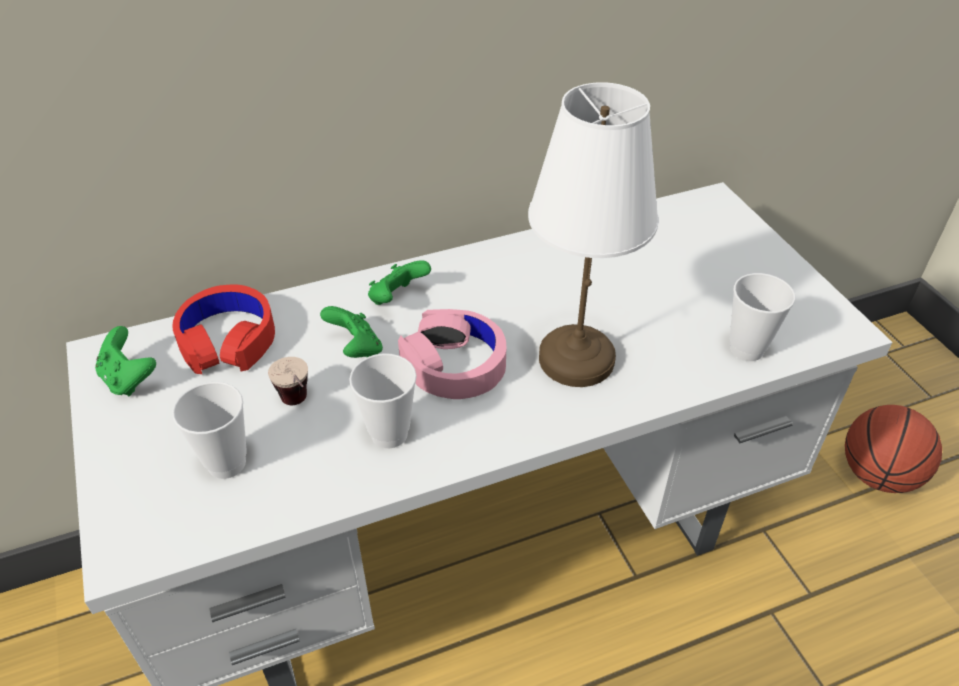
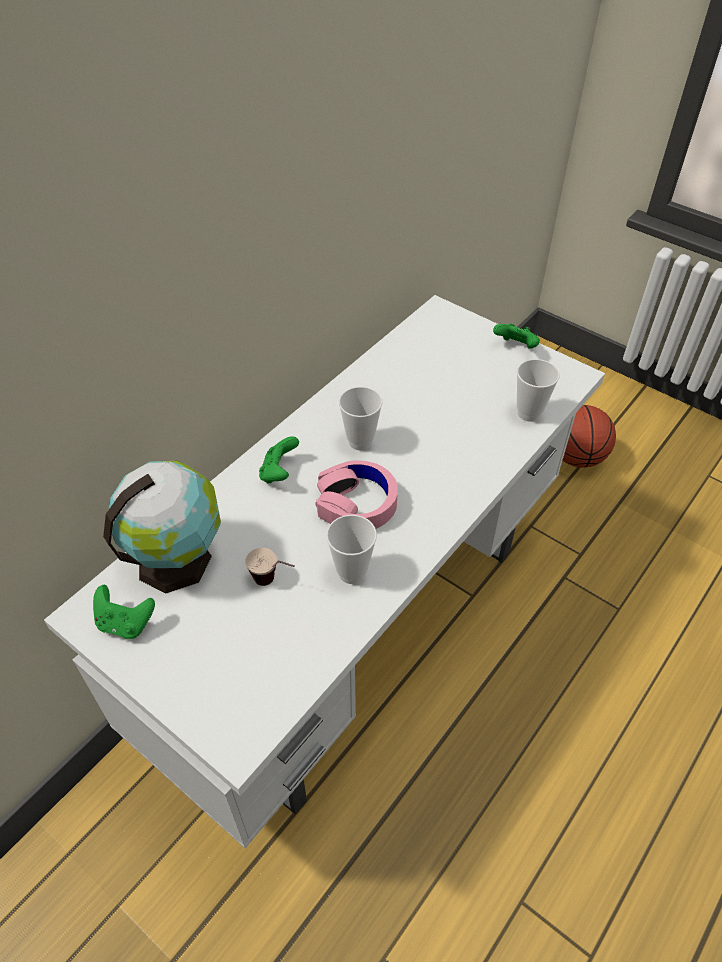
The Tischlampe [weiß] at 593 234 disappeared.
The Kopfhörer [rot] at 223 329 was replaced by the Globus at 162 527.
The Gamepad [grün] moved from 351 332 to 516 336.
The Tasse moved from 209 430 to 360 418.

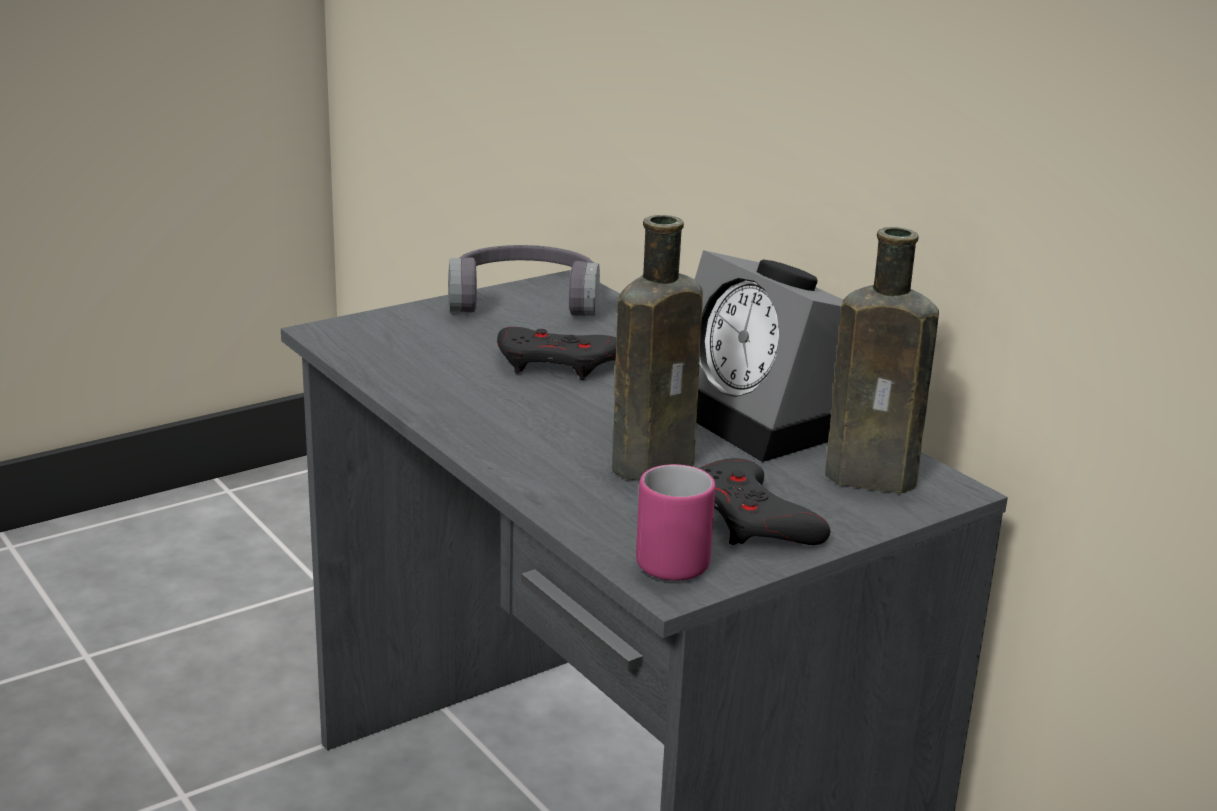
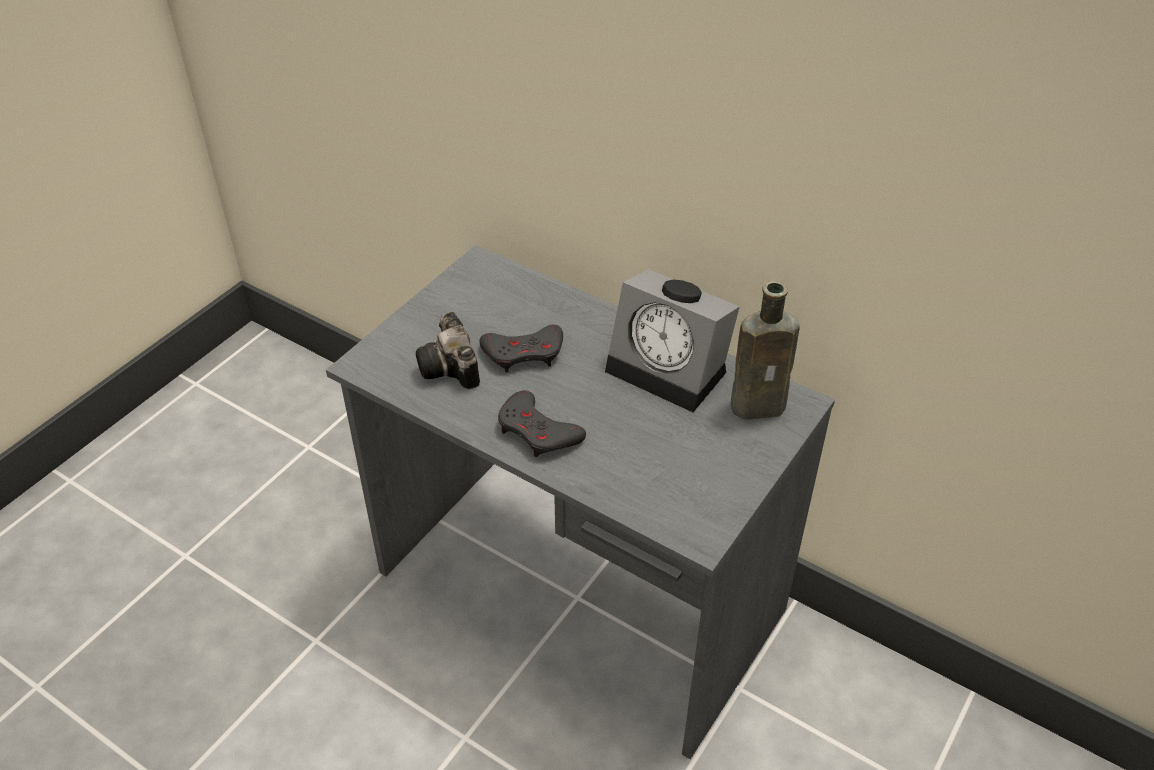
The Flasche [braun] at 658 348 disappeared.
The Kopfhörer [grau] at 524 280 disappeared.
The Gamepad [grau] moved from 764 501 to 542 423.
The Henkelbecher [rosa] at 676 522 disappeared.
The Kamera at 448 350 appeared.

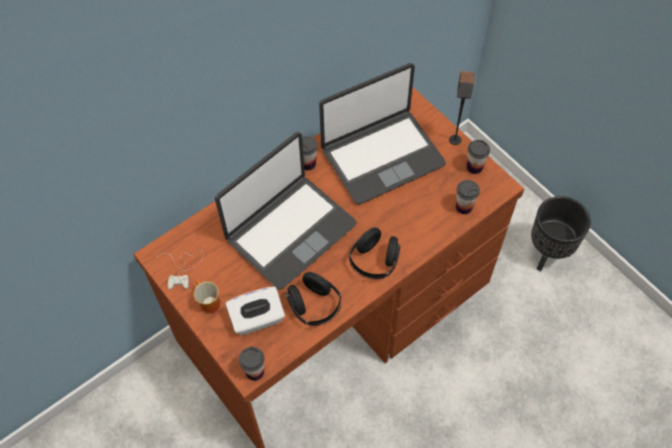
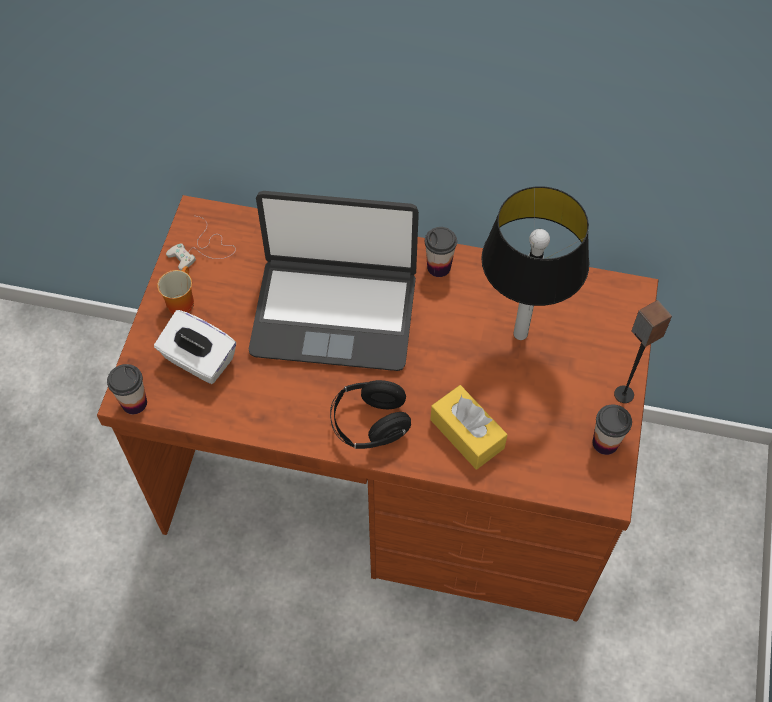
The Laptop at 382 133 was replaced by the Tischlampe at 535 263.
The Tasse at 468 197 disappeared.
The Pflanzkübel [schwarz] at 561 233 disappeared.
The Kopfhörer [schwarz] at 313 299 disappeared.
The Taschentuchbox [gelb] at 468 427 appeared.

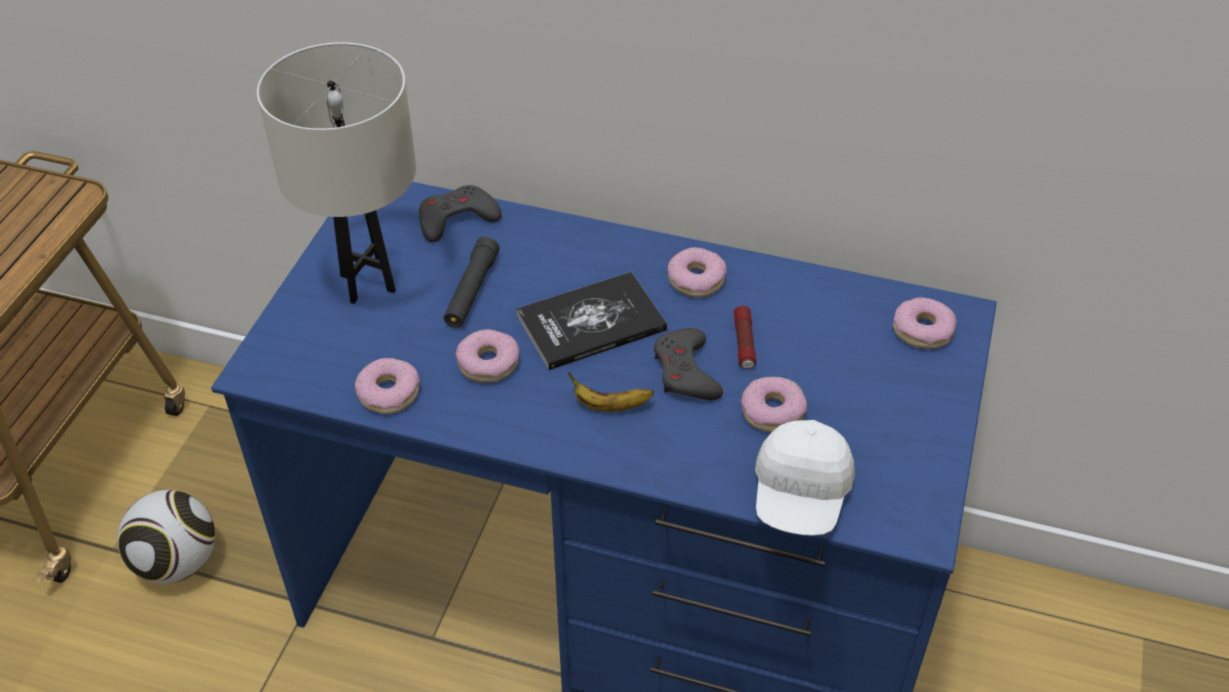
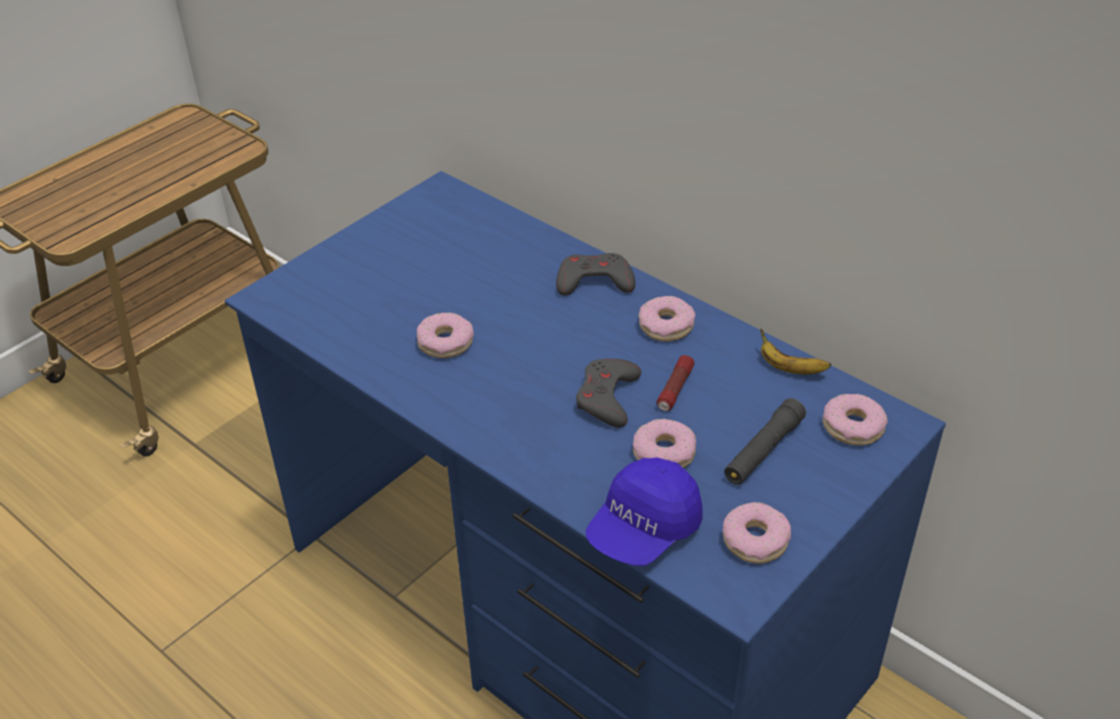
The Tischlampe [weiß] at 336 173 disappeared.
The Gamepad [grau] moved from 460 213 to 595 274.
The Taschenlampe [schwarz] moved from 472 282 to 765 441.
The Buch at 591 321 disappeared.
The Donut moved from 387 386 to 757 533.
The Banane moved from 611 392 to 795 351.
The Kappe [weiß] at 805 478 became the Kappe [blau] at 644 511.
The Fußball at 166 537 disappeared.

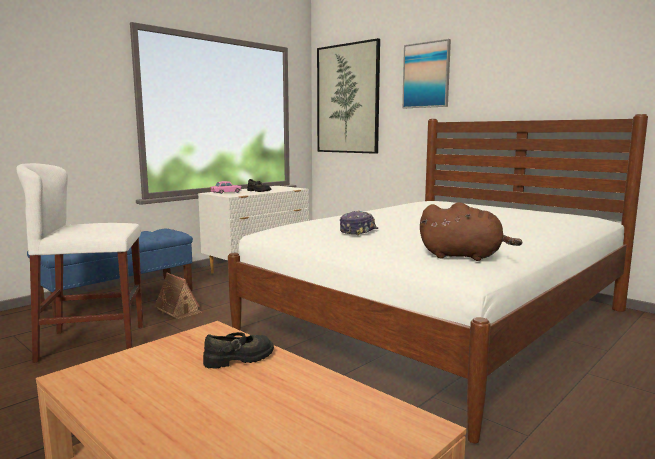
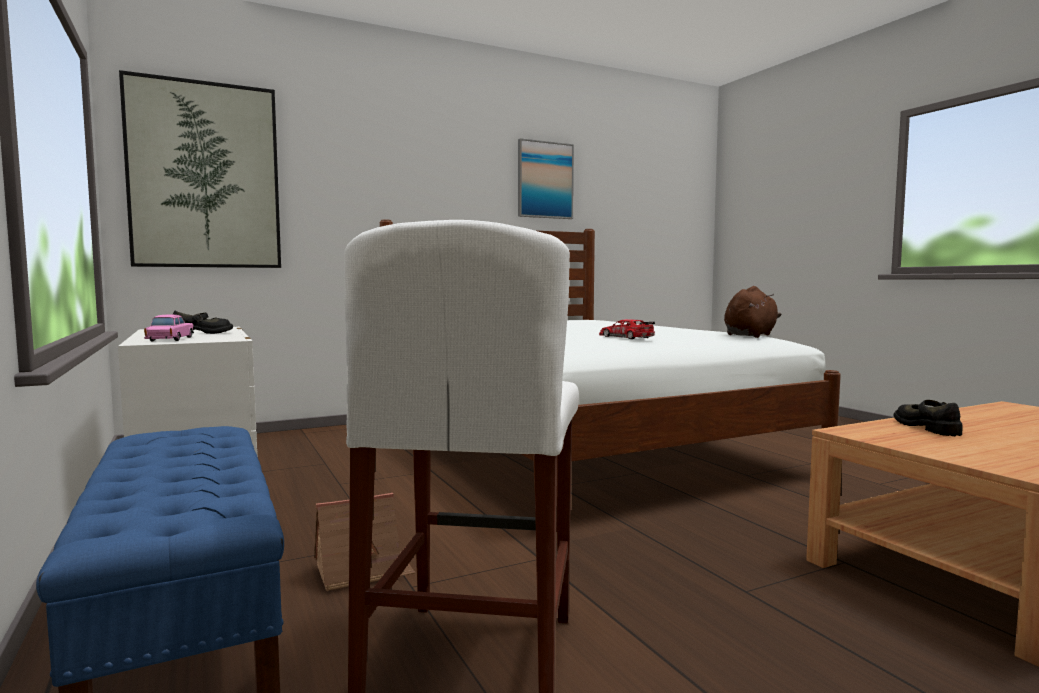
The Bild moved from 426 73 to 546 178.
The Kappe at 359 223 was replaced by the Spielzeugauto at 627 329.

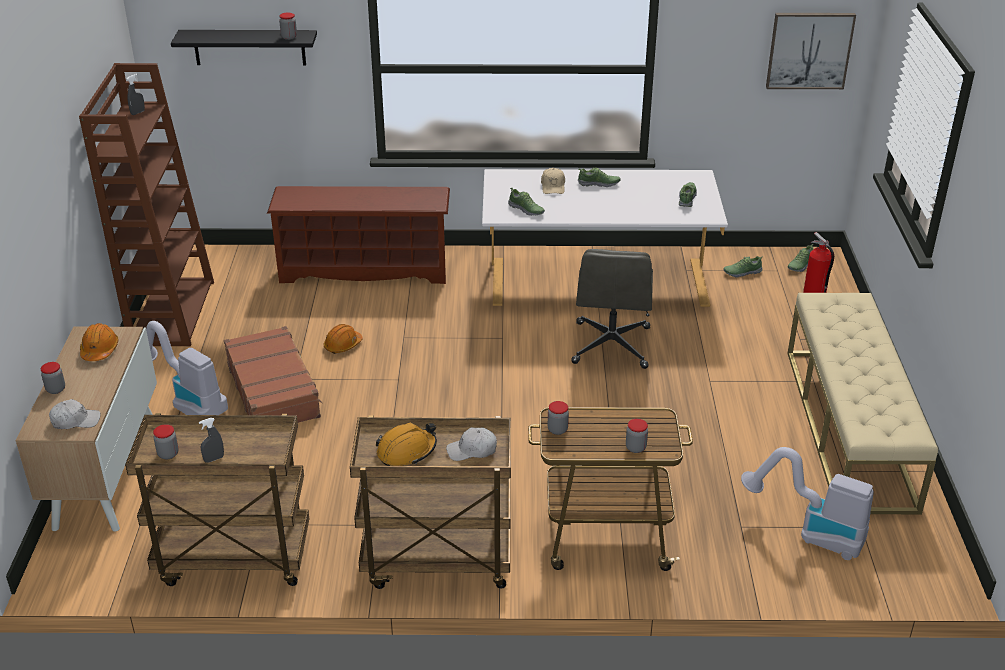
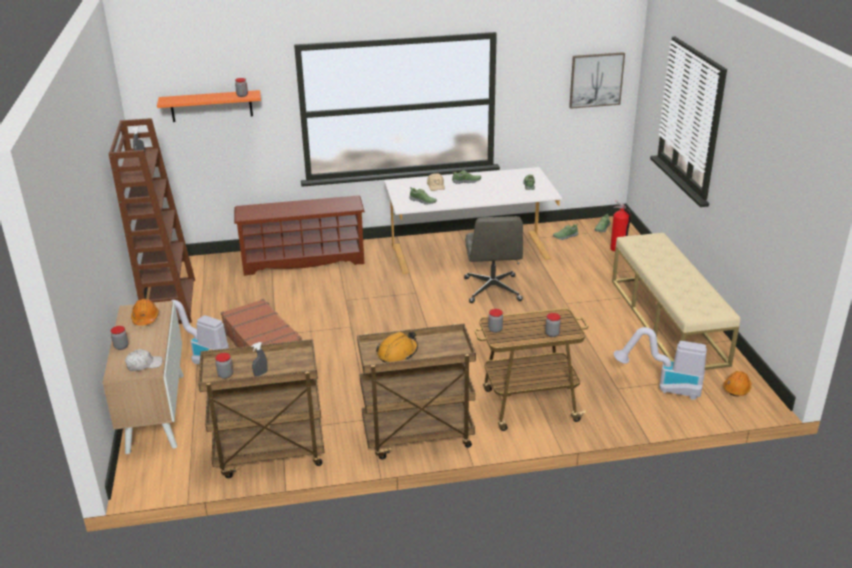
The Wandregal [schwarz] at 244 47 became the Wandregal [orange] at 209 106.
The Schutzhelm [orange] moved from 343 339 to 737 384.
The Kappe [weiß] at 471 444 disappeared.

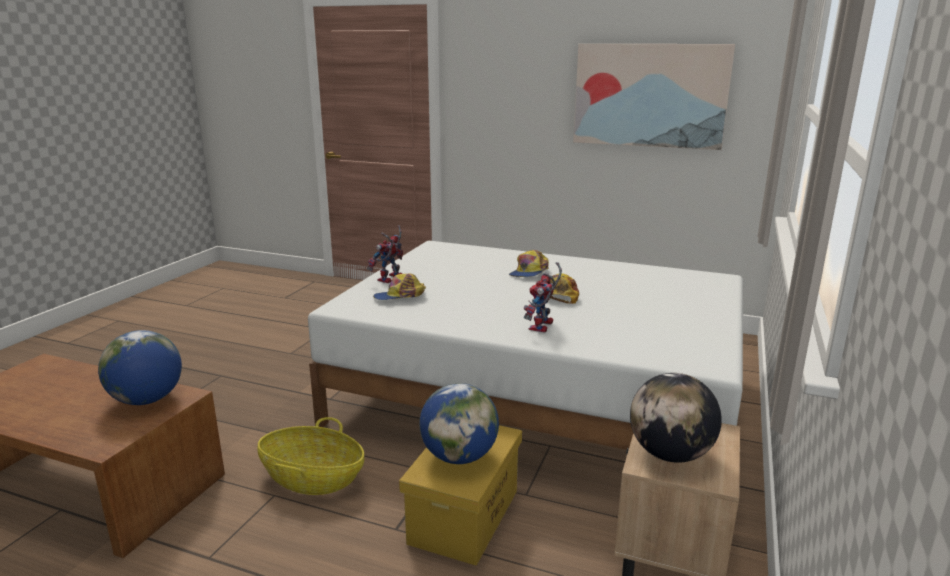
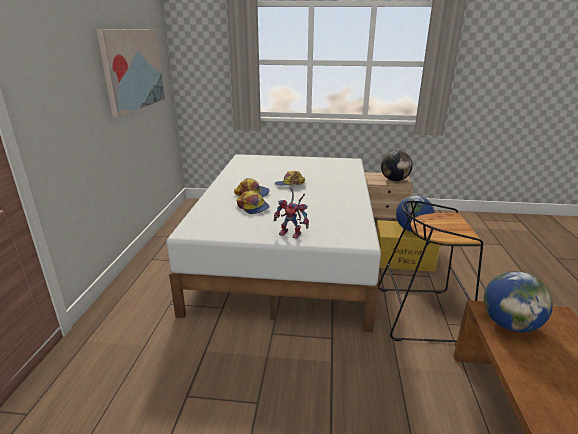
The Spielzeugroboter at 543 297 disappeared.
The Kappe moved from 399 287 to 252 202.
The Korb at 310 456 was replaced by the Hocker [schwarz] at 430 271.

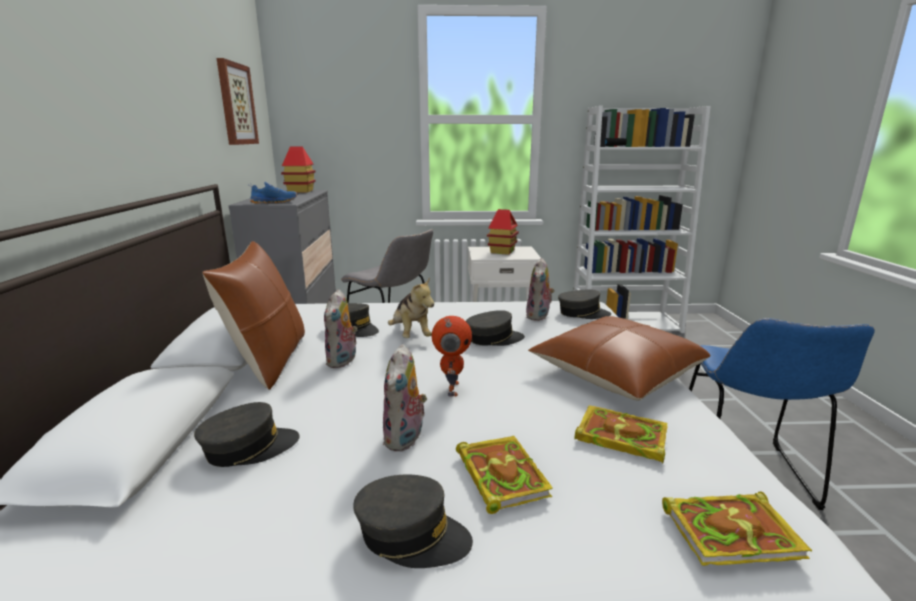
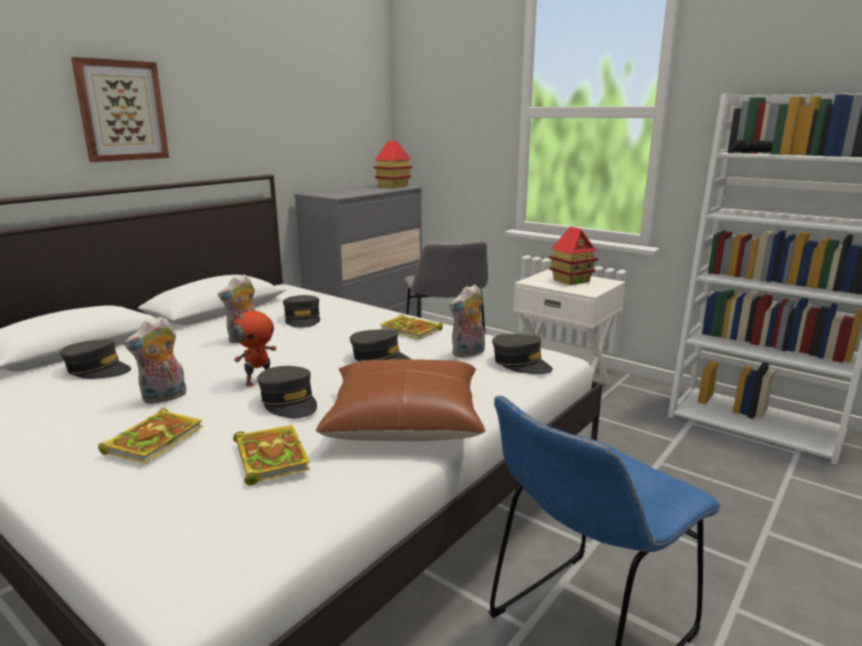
The Bild moved from 238 101 to 120 109.
The Schuh [blau] at 273 193 disappeared.
The Kissen [braun] at 253 315 disappeared.
The Plüschtier at 411 307 disappeared.
The Kappe [grau] moved from 413 521 to 287 392.
The Buch moved from 737 528 to 411 326.

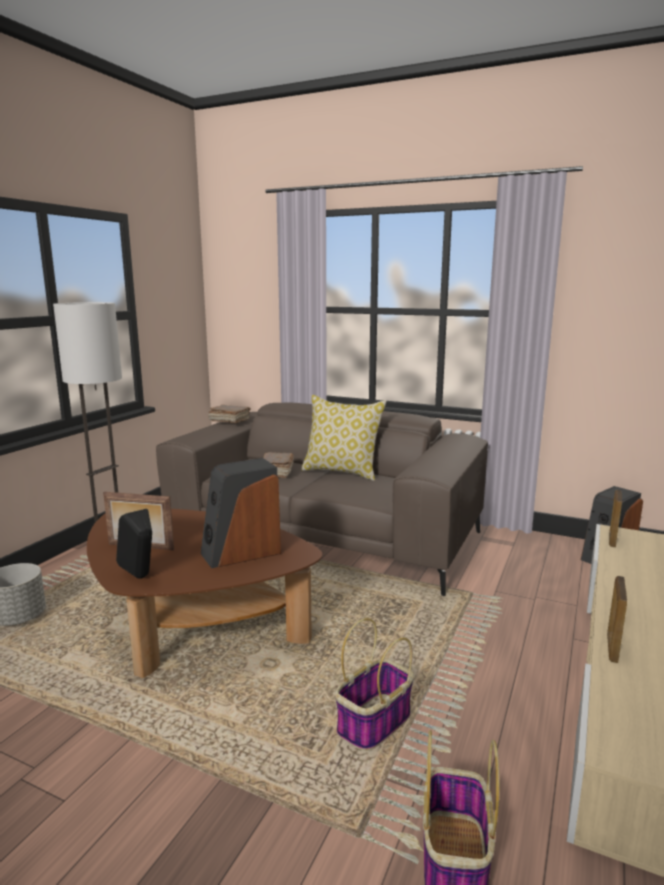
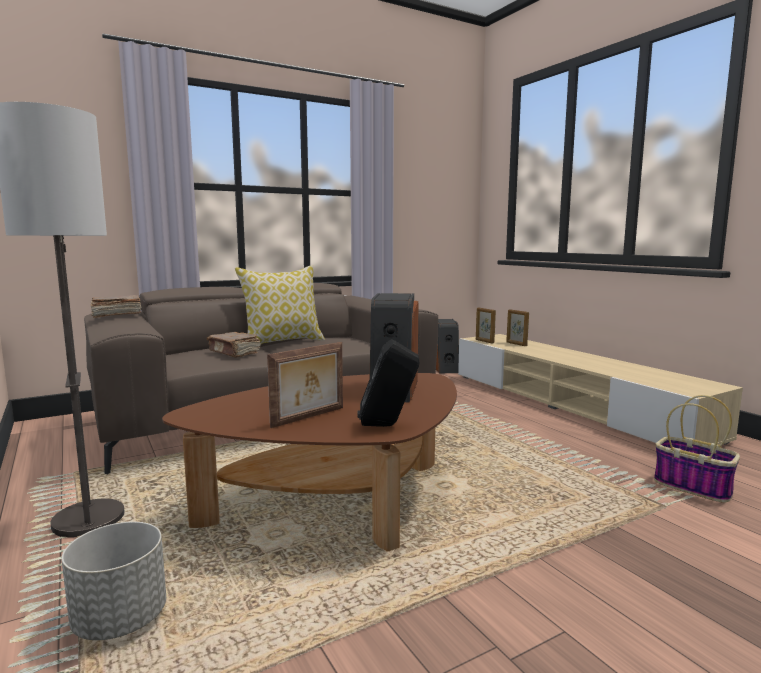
The Bilderrahmen moved from 617 619 to 517 327.
The Korb at 374 684 disappeared.

